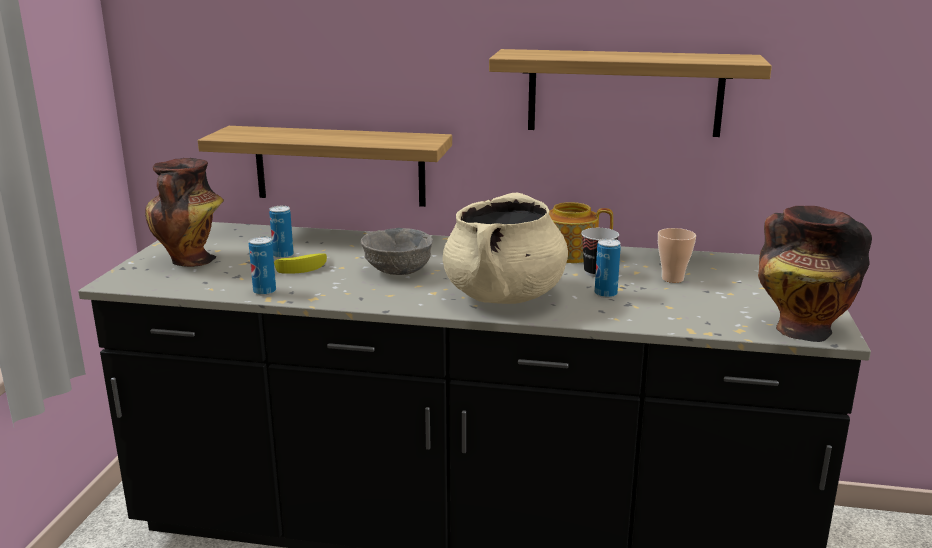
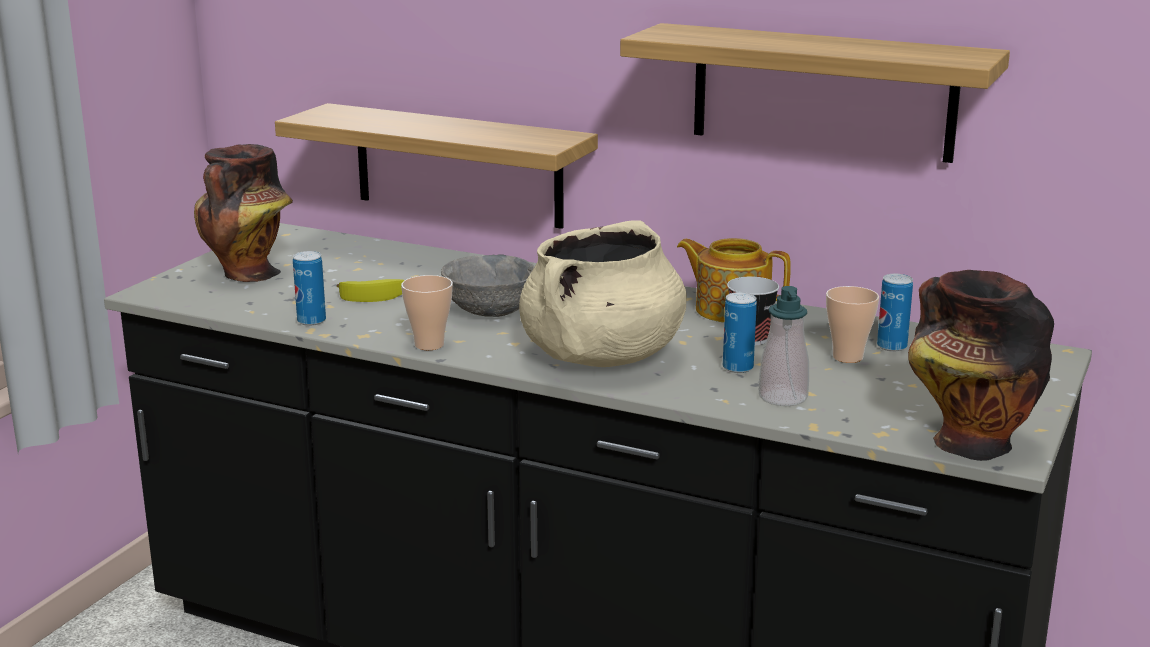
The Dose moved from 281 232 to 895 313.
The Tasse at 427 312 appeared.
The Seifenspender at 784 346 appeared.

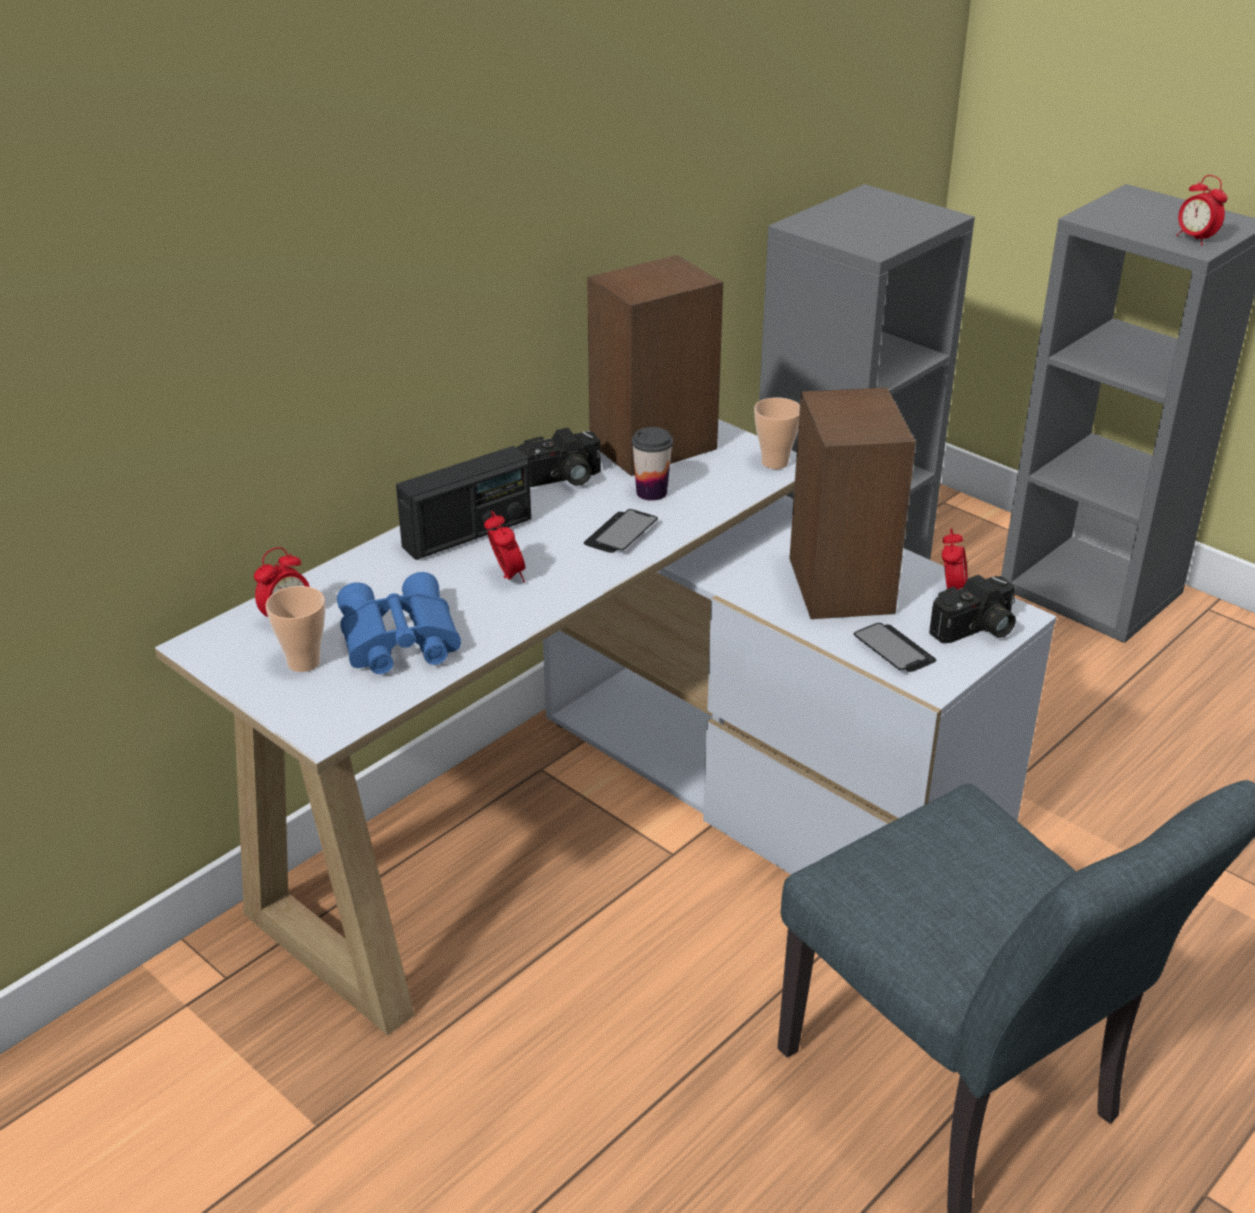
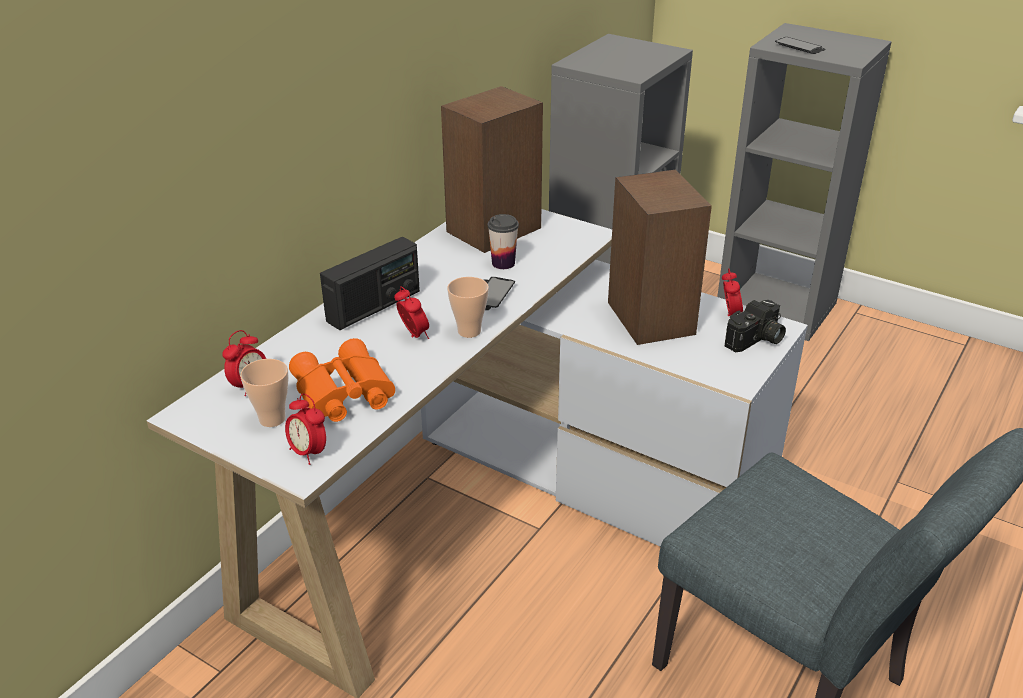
The Wecker moved from 1202 210 to 305 429.
The Tasse moved from 777 433 to 468 307.
The Kamera at 559 457 disappeared.
The Fernglas [blau] at 399 623 became the Fernglas [orange] at 342 380.
The Handy moved from 895 647 to 800 45.

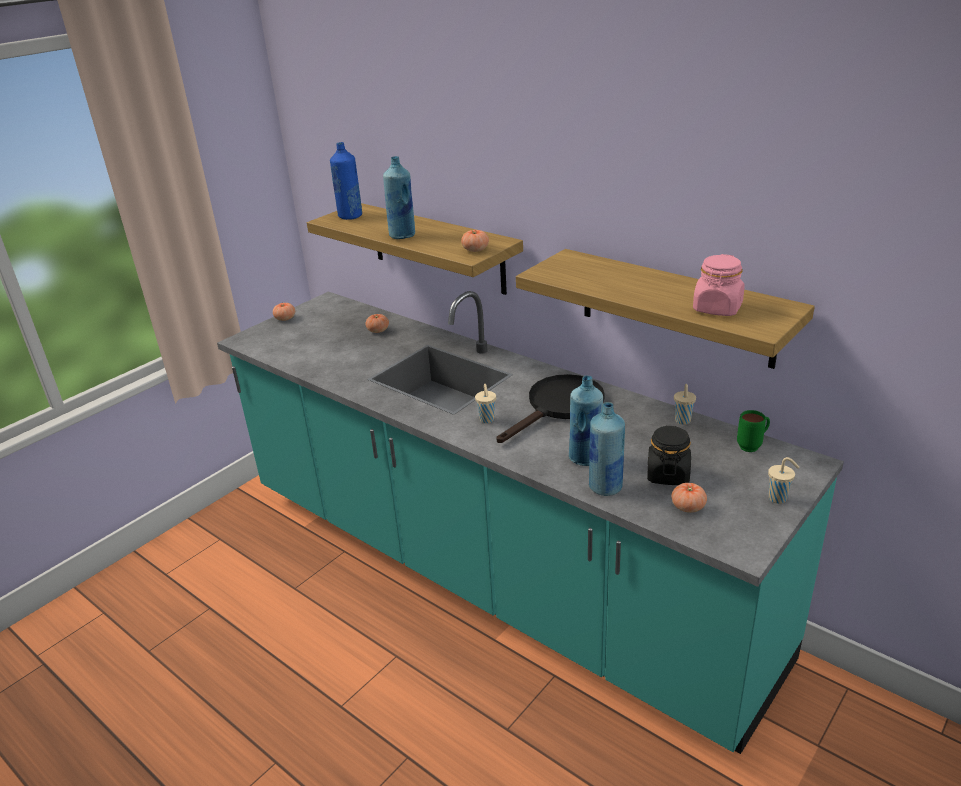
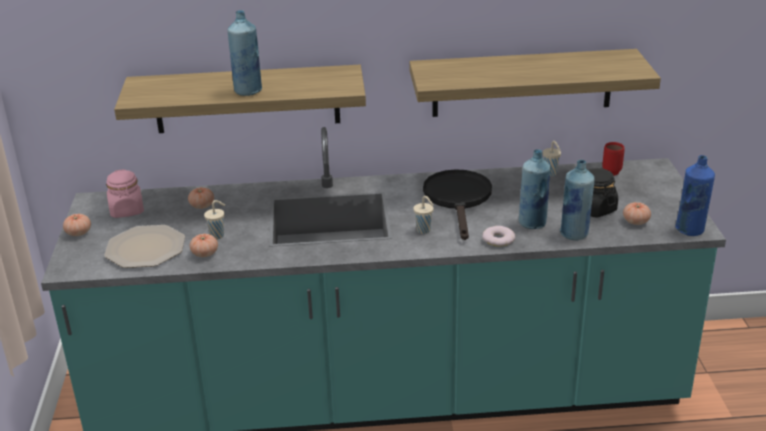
The Flasche [blau] moved from 346 181 to 695 195.
The Tomate moved from 475 241 to 204 245.
The Vorratsglas [rosa] moved from 719 285 to 125 193.
The Henkelbecher [grün] at 753 431 became the Henkelbecher [rot] at 613 159.
The Tasse [beige] moved from 783 480 to 214 220.
The Teller at 144 246 appeared.
The Donut at 498 236 appeared.

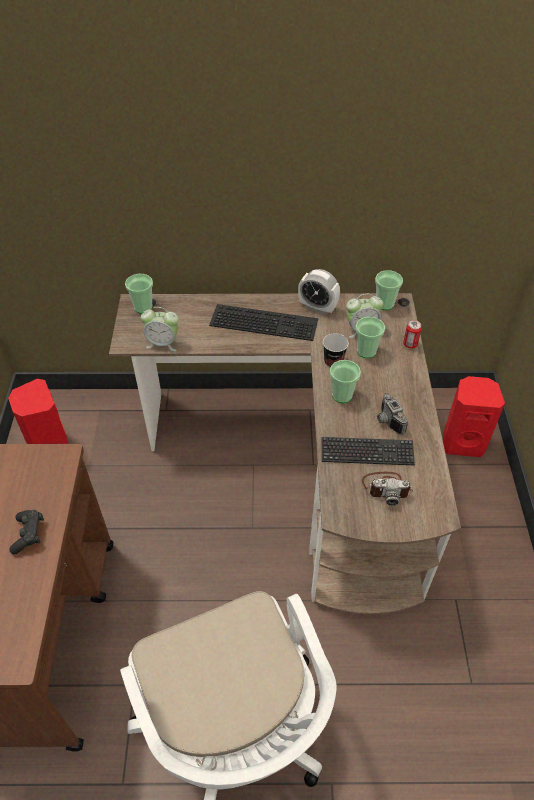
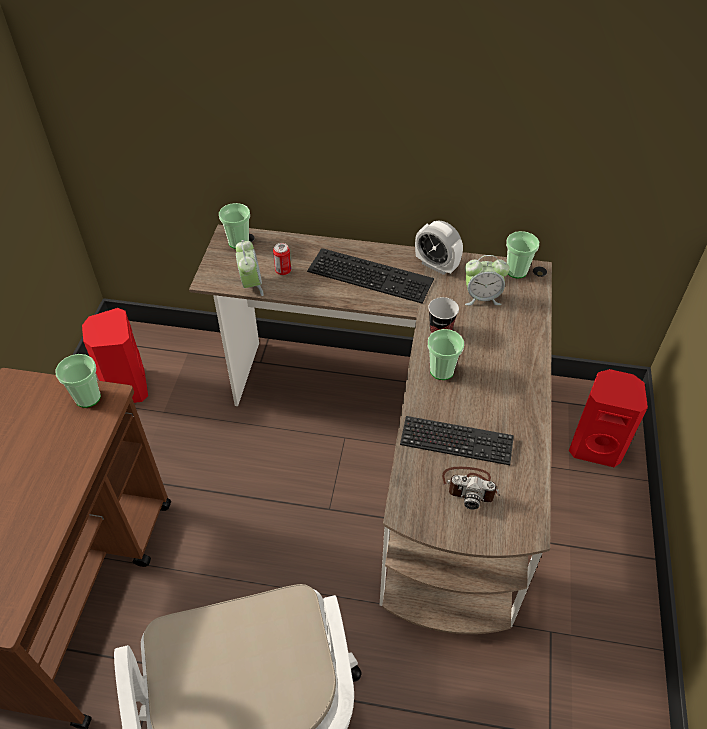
The Wecker at 160 329 turned 120 degrees counterclockwise.
The Tasse moved from 370 337 to 78 381.
The Dose moved from 412 334 to 282 259.
The Kamera at 392 414 disappeared.
The Gamepad [schwarz] at 26 532 disappeared.

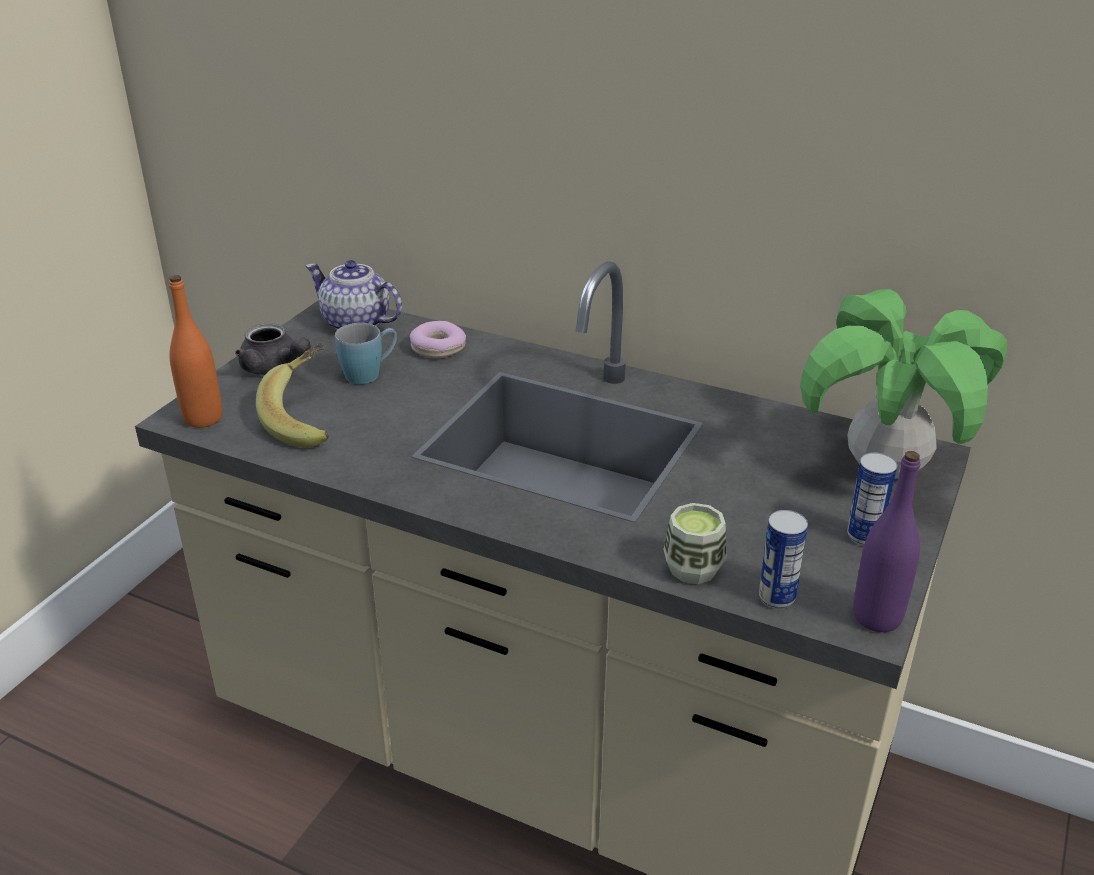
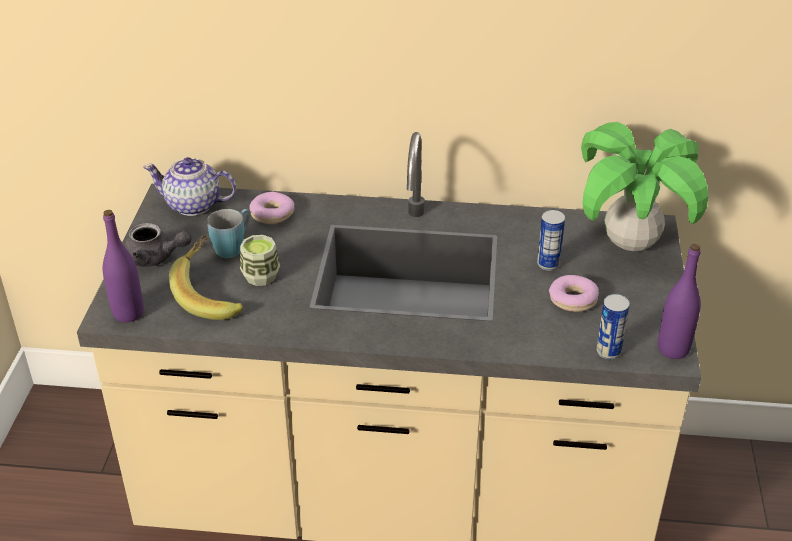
The Flasche [orange] at 195 351 became the Flasche [lila] at 123 266.
The Dose moved from 872 499 to 551 240.
The Tasse moved from 694 543 to 260 260.
The Donut at 574 293 appeared.

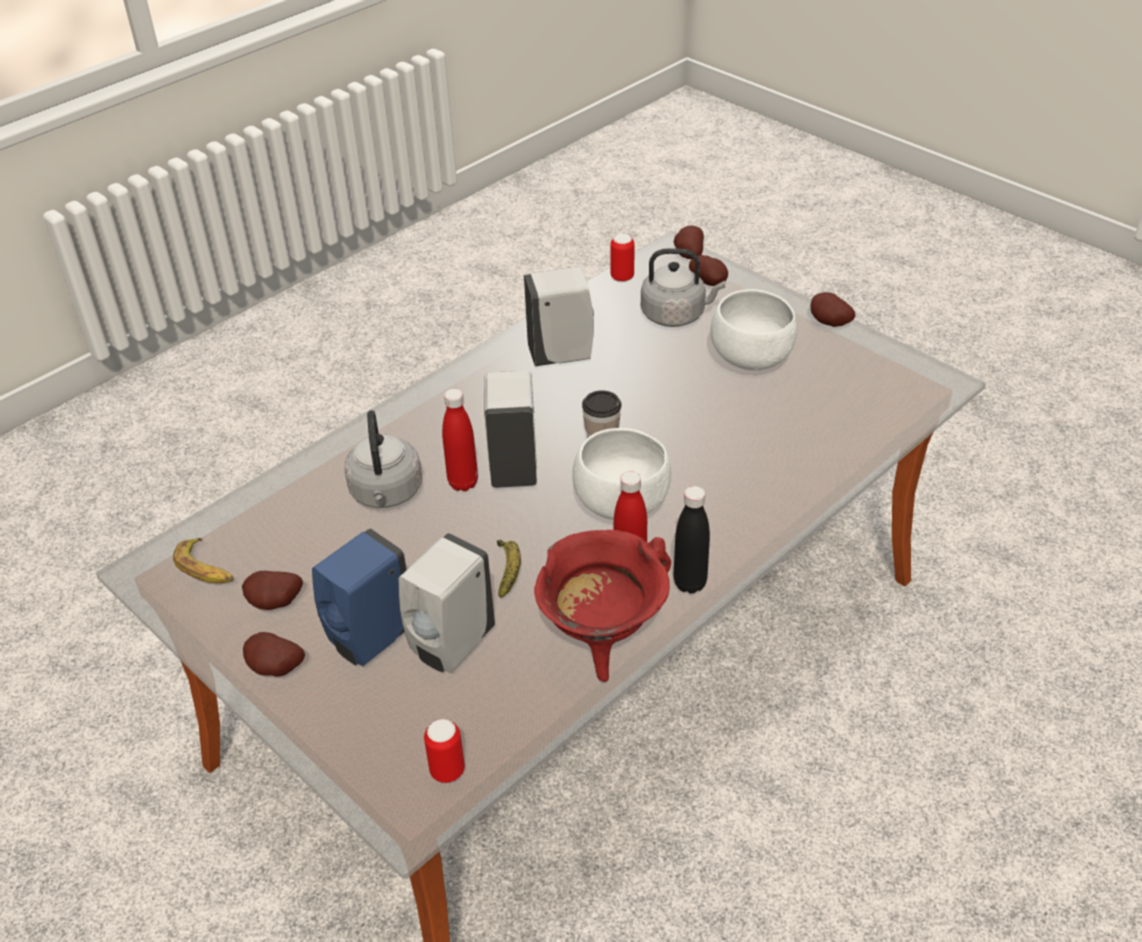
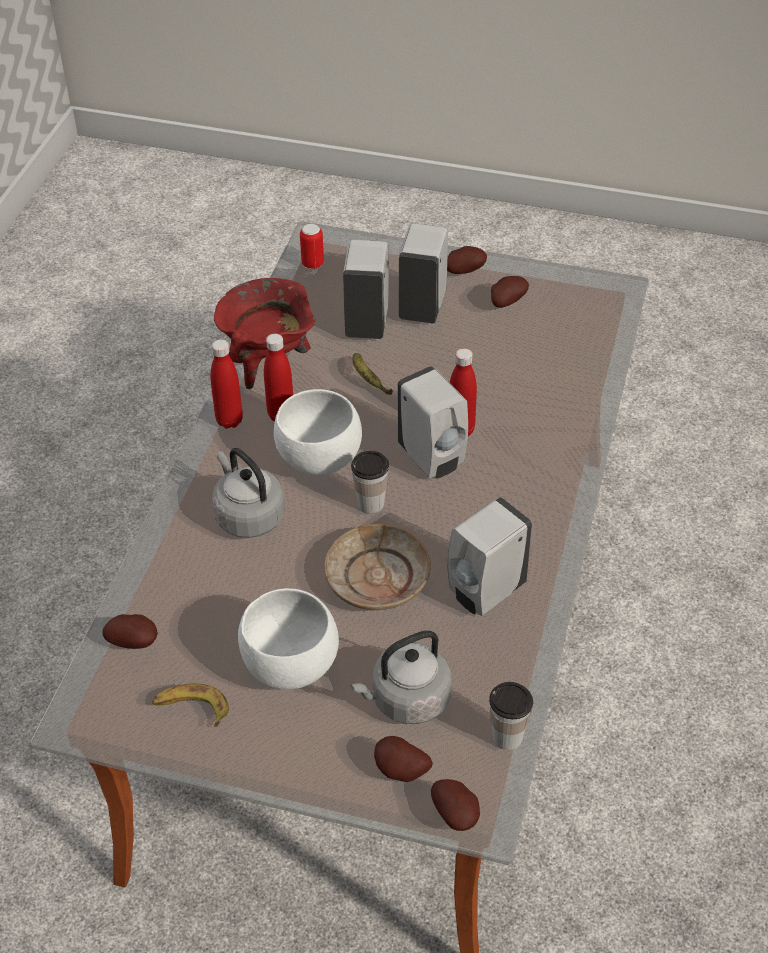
The Dose at 622 258 was replaced by the Tasse at 511 716.
The Kartoffel moved from 832 309 to 130 631.
The Wasserkessel [grau] moved from 383 459 to 248 493.
The Flasche [schwarz] at 691 540 became the Flasche [rot] at 227 384.
The Seifenspender [blau] at 359 597 became the Seifenspender [weiß] at 423 273.
The Banane moved from 203 560 to 190 705.
The Teller [beige] at 377 567 appeared.

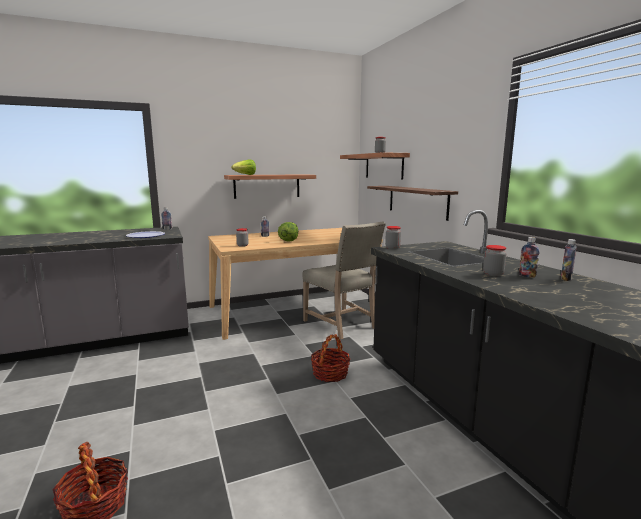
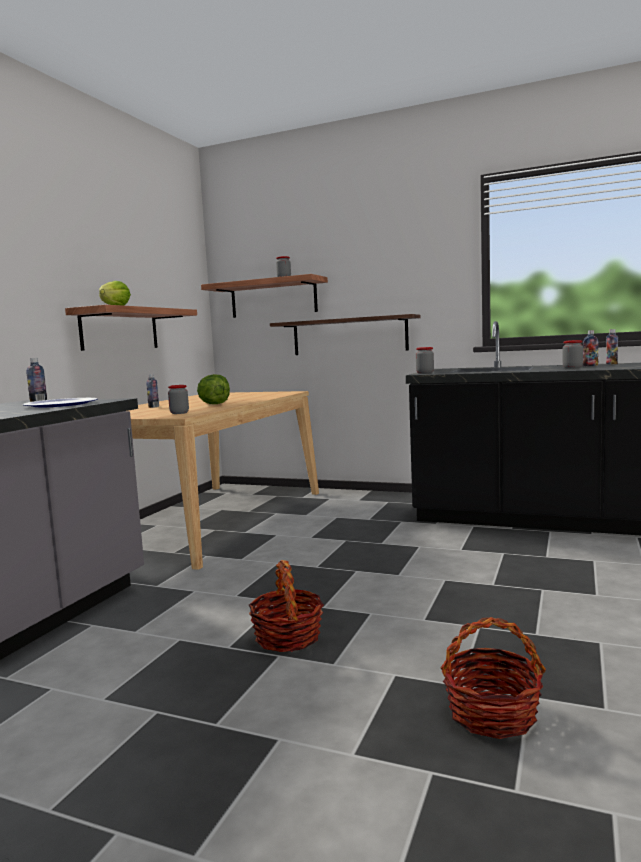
The Stuhl [beige] at 344 280 disappeared.
The Korb moved from 330 358 to 286 606.

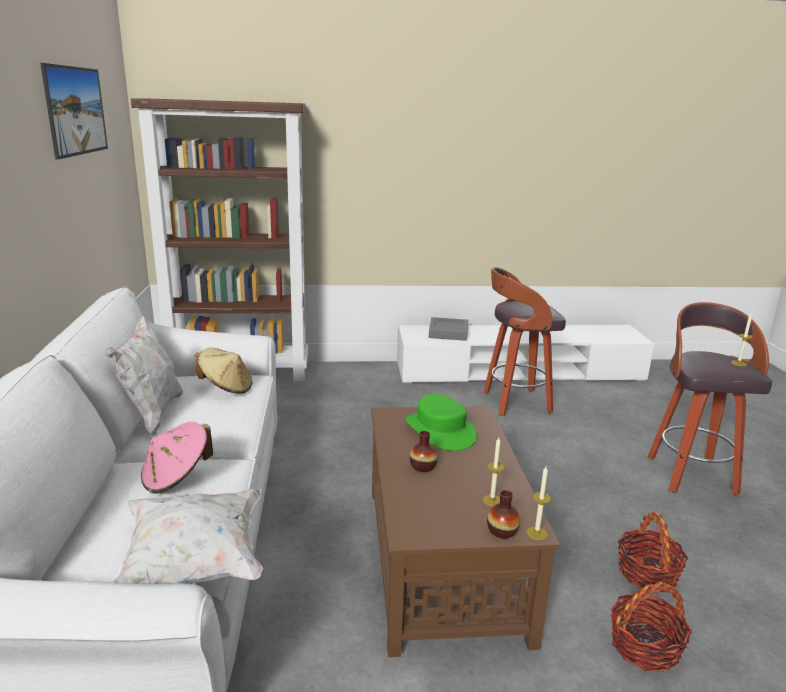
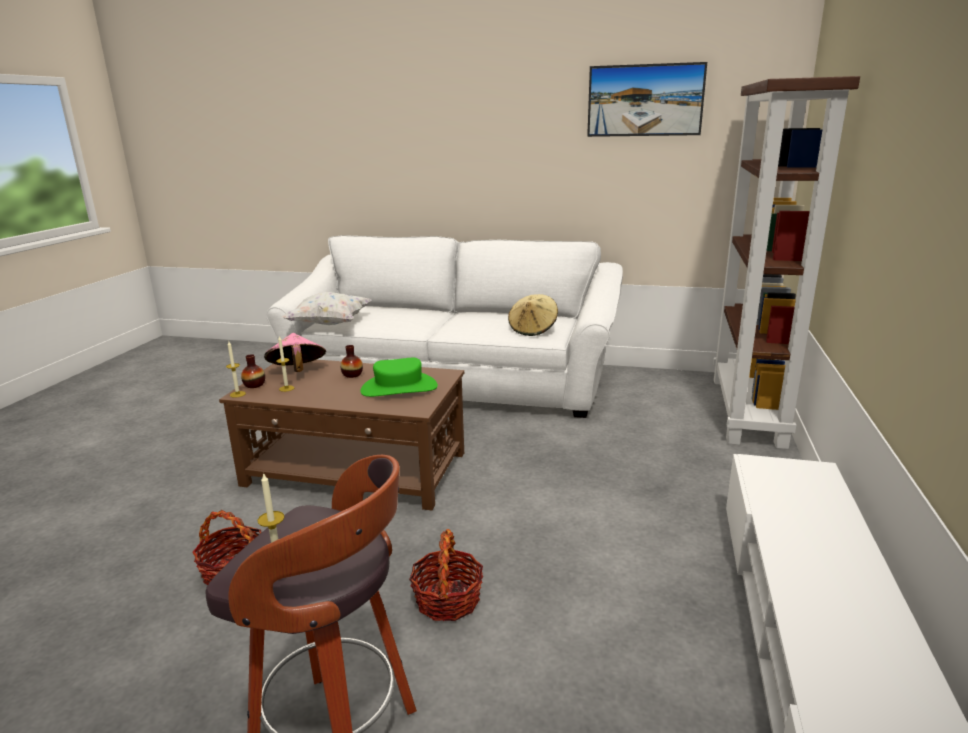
The Hocker at 524 341 disappeared.
The Kissen [weiß] at 144 375 disappeared.
The Tablett [grau] at 448 329 disappeared.
The Hut [rosa] moved from 177 458 to 295 352.
The Korb moved from 651 626 to 446 575.

